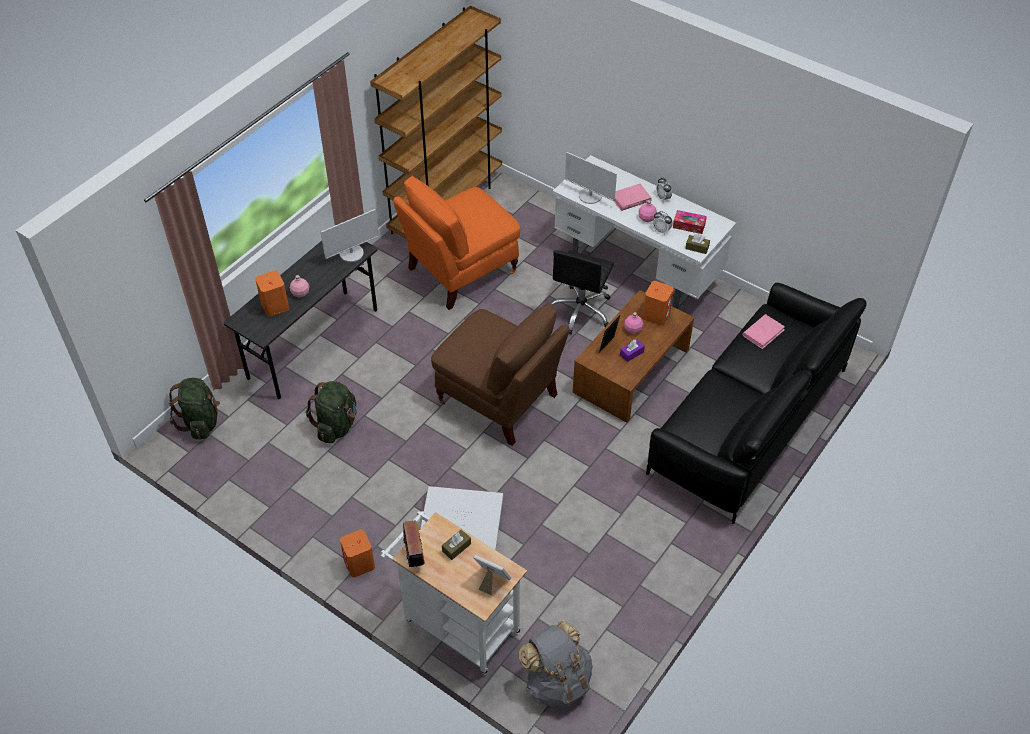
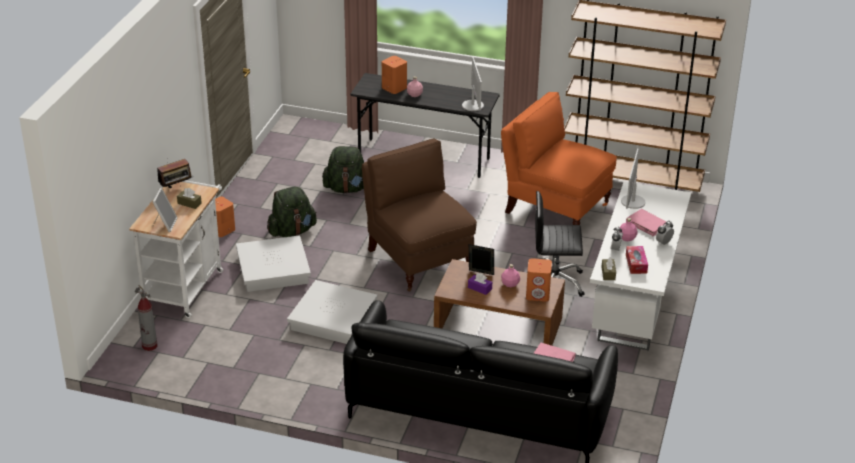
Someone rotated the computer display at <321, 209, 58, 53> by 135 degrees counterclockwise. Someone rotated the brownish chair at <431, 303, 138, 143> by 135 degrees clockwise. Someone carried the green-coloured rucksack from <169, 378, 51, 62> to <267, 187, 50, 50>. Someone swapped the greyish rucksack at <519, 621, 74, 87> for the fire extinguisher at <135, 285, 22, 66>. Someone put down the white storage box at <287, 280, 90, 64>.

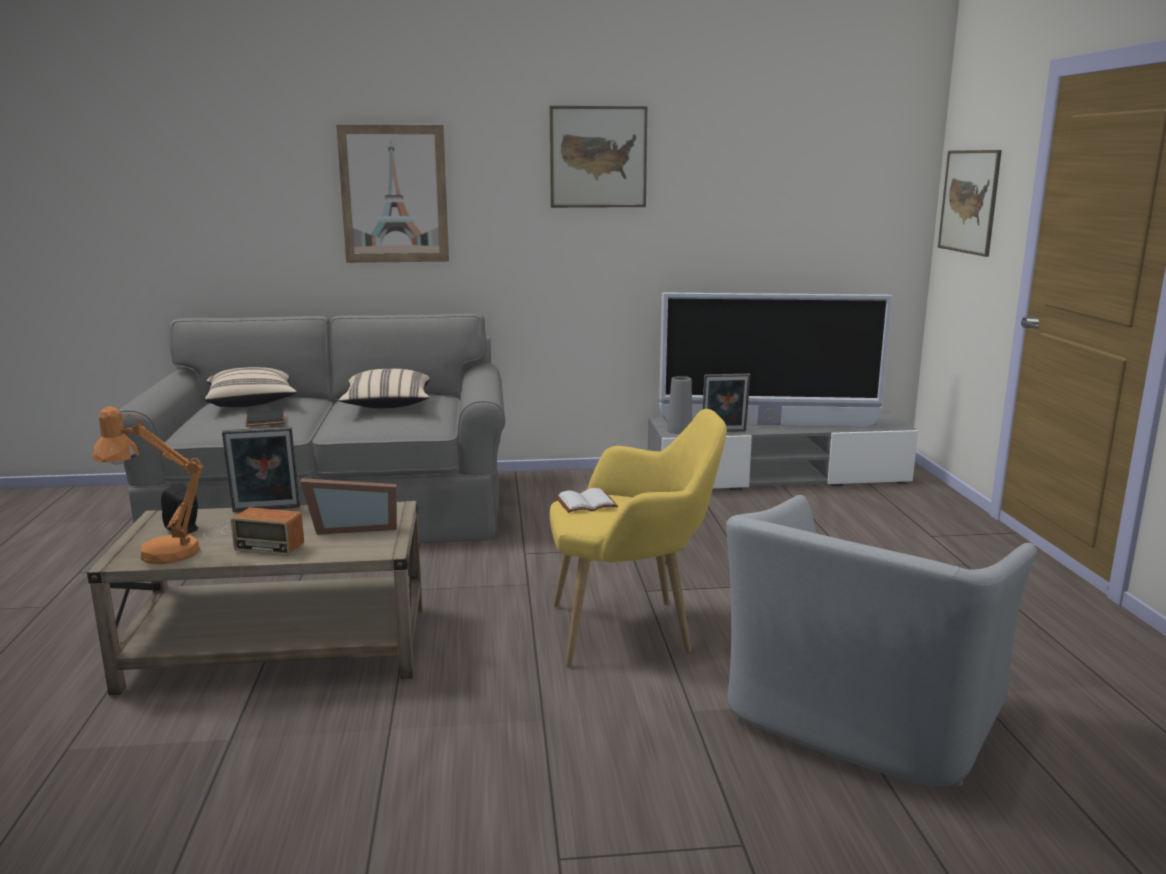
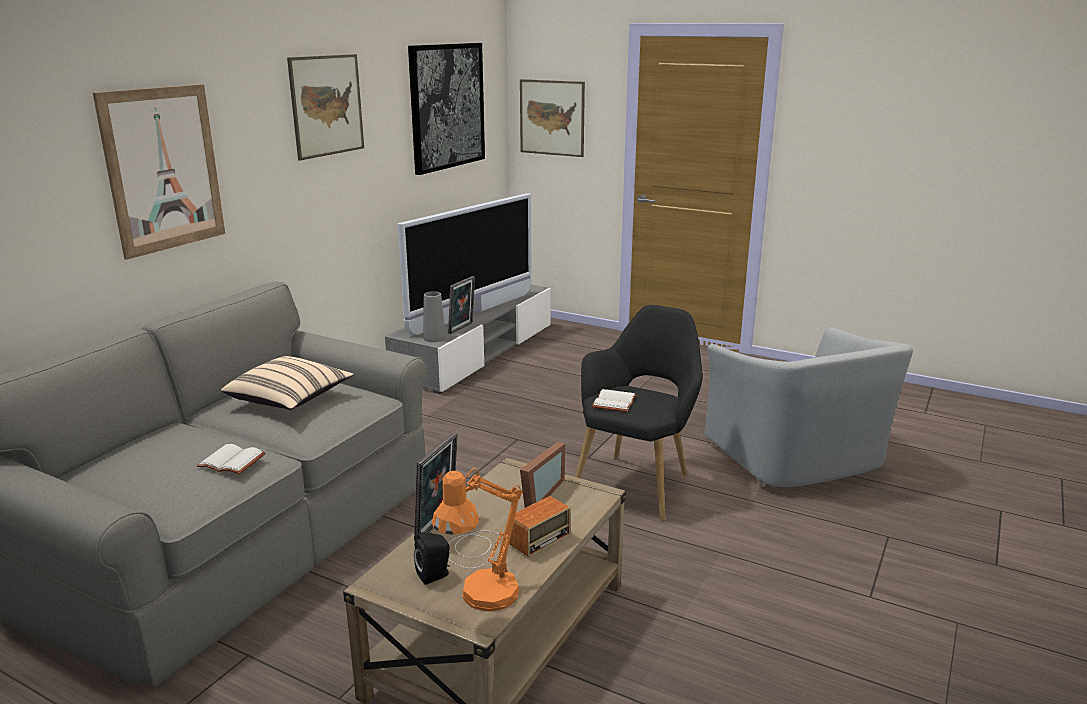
Someone took away the sand-coloured throw pillow at <205, 367, 92, 40>. Someone repainted the yellow-coloured easy chair at <550, 409, 177, 258>, which became the black-coloured easy chair at <575, 305, 128, 216>. Someone repainted the black-coloured bound book at <246, 410, 39, 17>, which became the white bound book at <197, 444, 69, 30>. Someone put up the wall picture at <408, 43, 77, 132>.

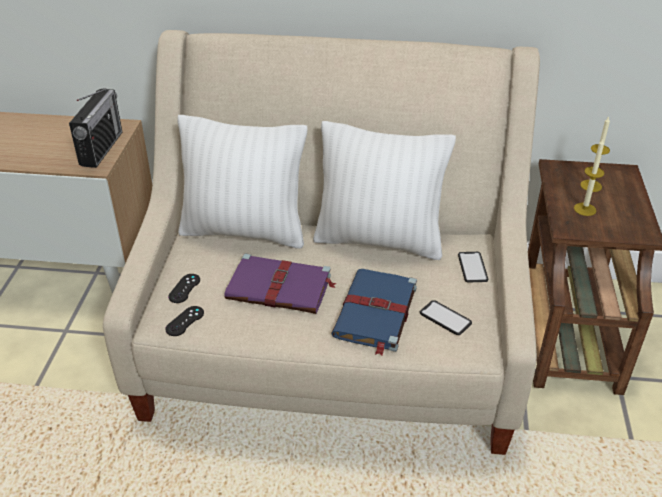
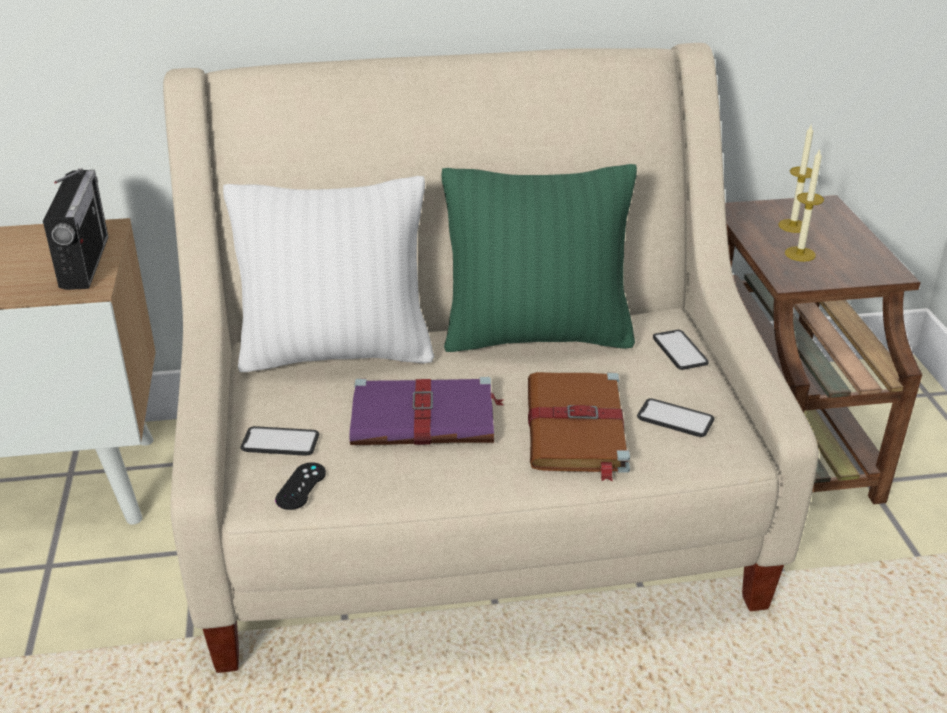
Someone repainted the white throw pillow at <313, 121, 143, 139>, which became the green-coloured throw pillow at <441, 164, 196, 188>. Someone repainted the blue bound book at <331, 269, 86, 87>, which became the brownish bound book at <528, 372, 102, 110>. Someone swapped the black-coloured game controller at <168, 274, 32, 29> for the handset at <240, 426, 79, 30>.

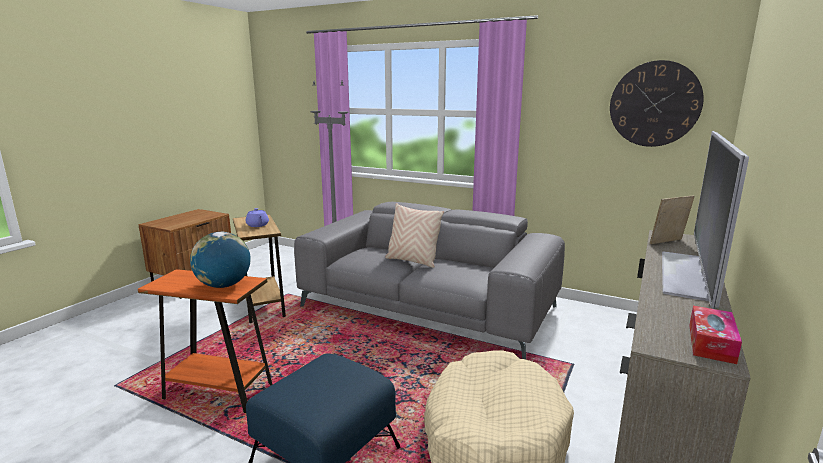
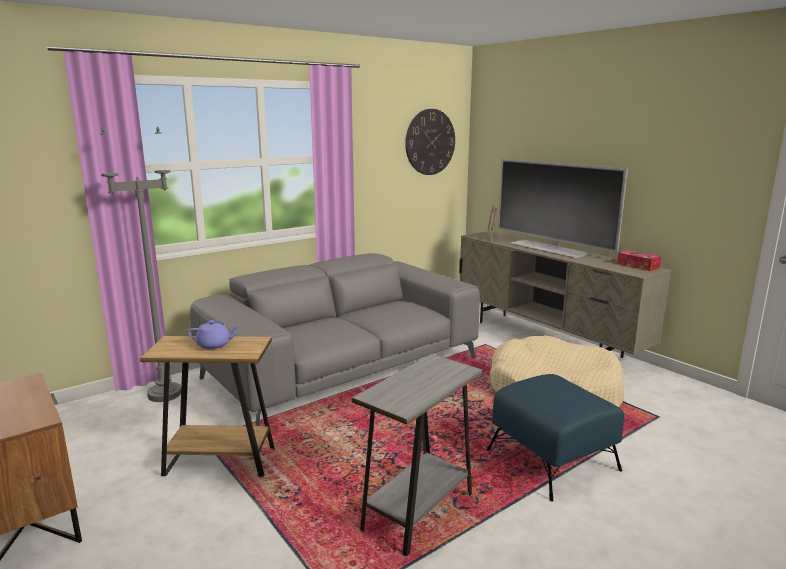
Someone took away the sand-coloured throw pillow at <385, 203, 59, 65>. Someone took away the desk globe at <190, 232, 61, 56>. Someone repainted the orange accent table at <138, 269, 135, 144>, which became the greyish accent table at <352, 354, 130, 203>.

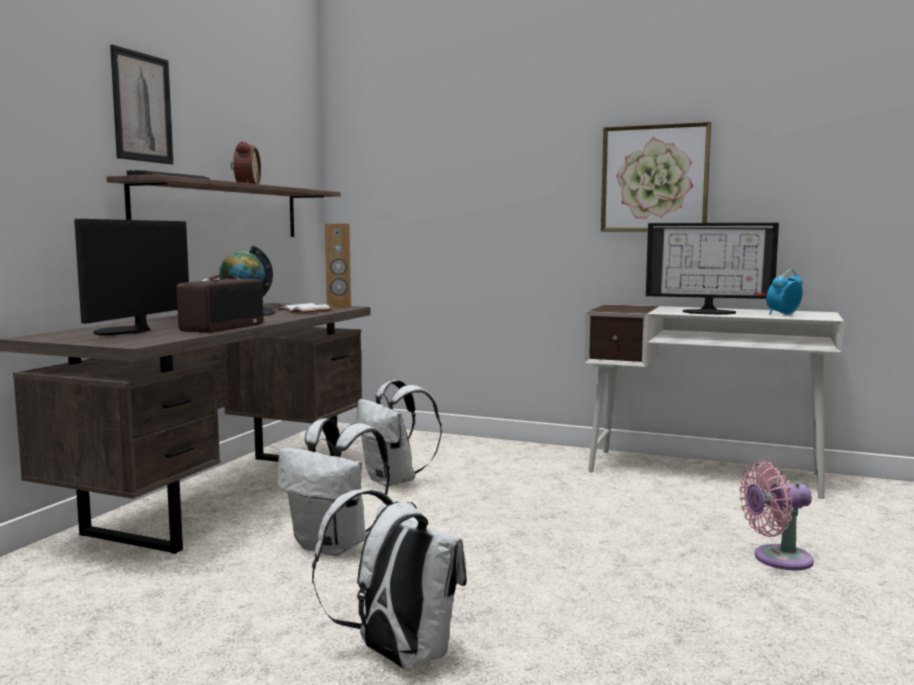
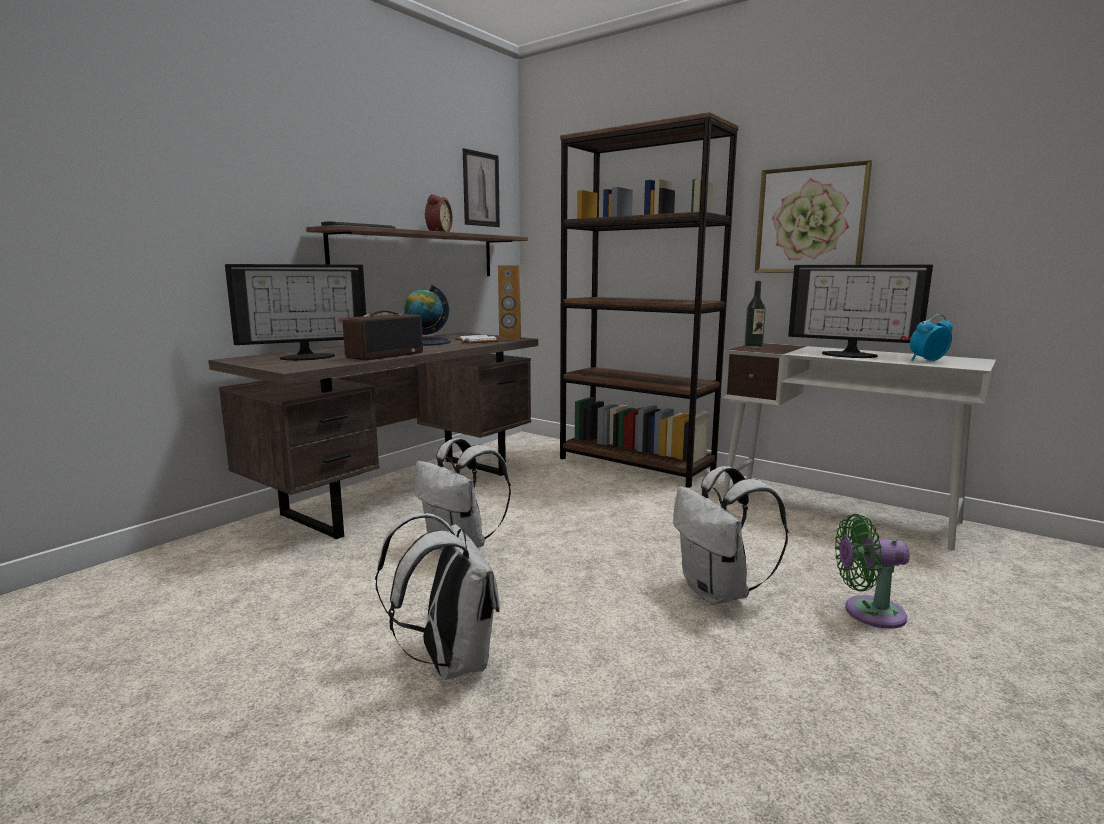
Someone carried the wall picture from <110, 45, 63, 119> to <463, 148, 37, 79>. Someone rotated the computer display at <74, 219, 115, 116> by 150 degrees counterclockwise. Someone carried the white rucksack from <356, 380, 86, 107> to <673, 466, 115, 139>. Someone repainted the pinkish electric fan at <739, 461, 75, 109>, which became the green-coloured electric fan at <835, 514, 75, 115>. Someone put down the brownish shelving unit at <560, 112, 179, 376>. Someone put down the drink bottle at <744, 281, 22, 68>.

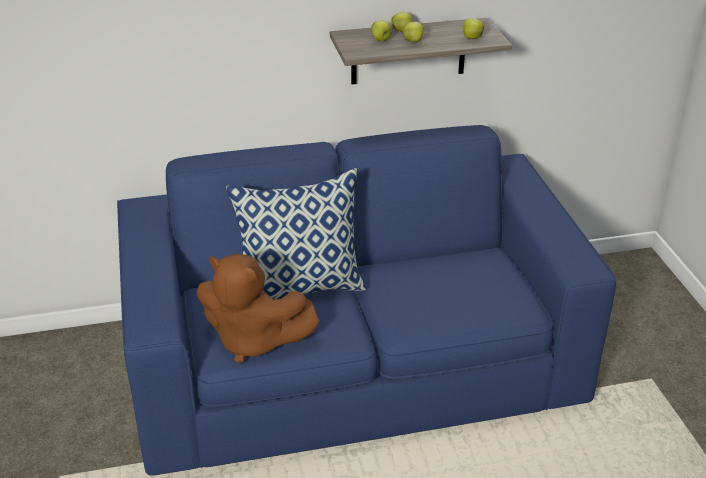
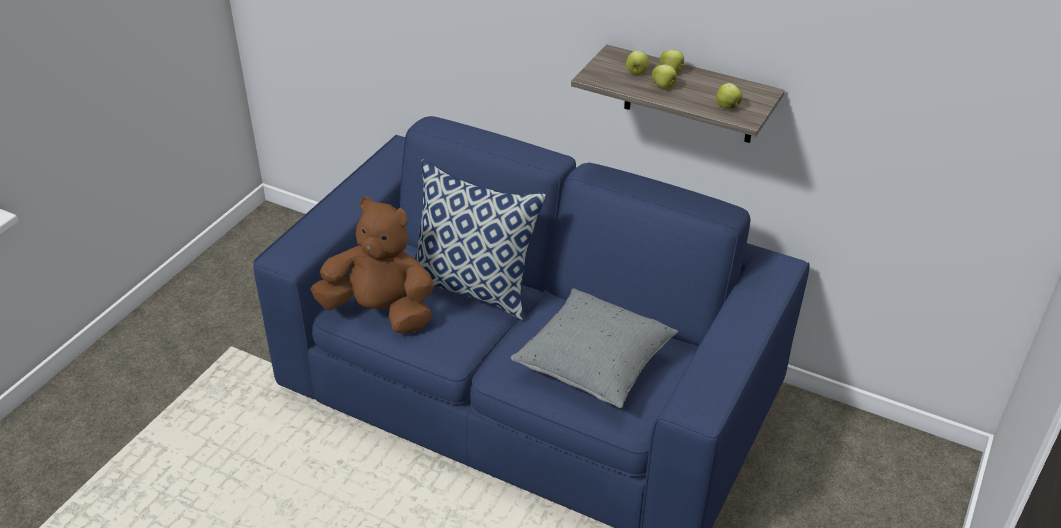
Someone rotated the brownish cuddly toy at <197, 254, 123, 109> by 135 degrees clockwise. Someone put down the greyish throw pillow at <510, 288, 168, 120>.

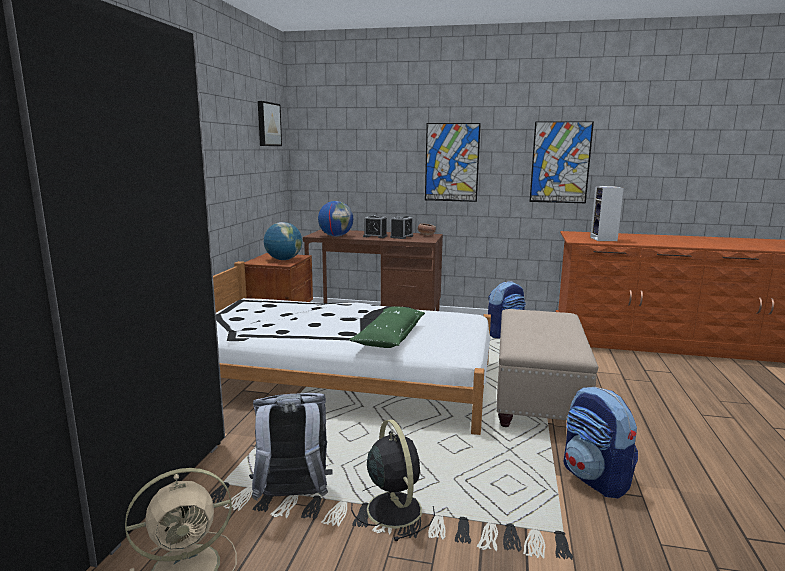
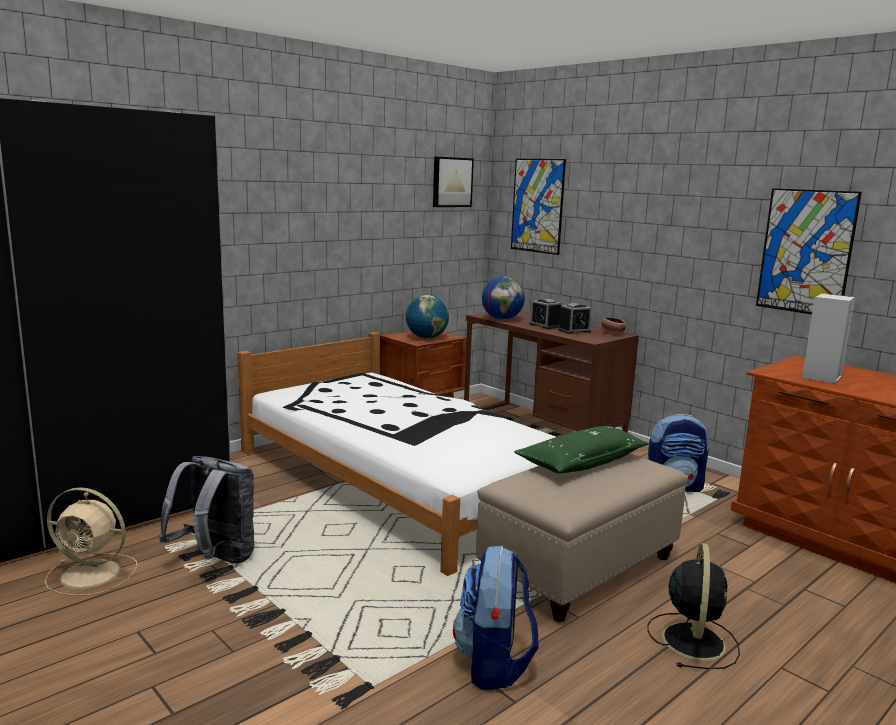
Someone carried the wall picture from <425, 123, 56, 79> to <511, 159, 55, 96>. Someone carried the green-coloured throw pillow from <349, 306, 76, 42> to <514, 426, 135, 47>. Someone carried the black-coloured electric fan from <351, 419, 84, 122> to <648, 543, 92, 126>.

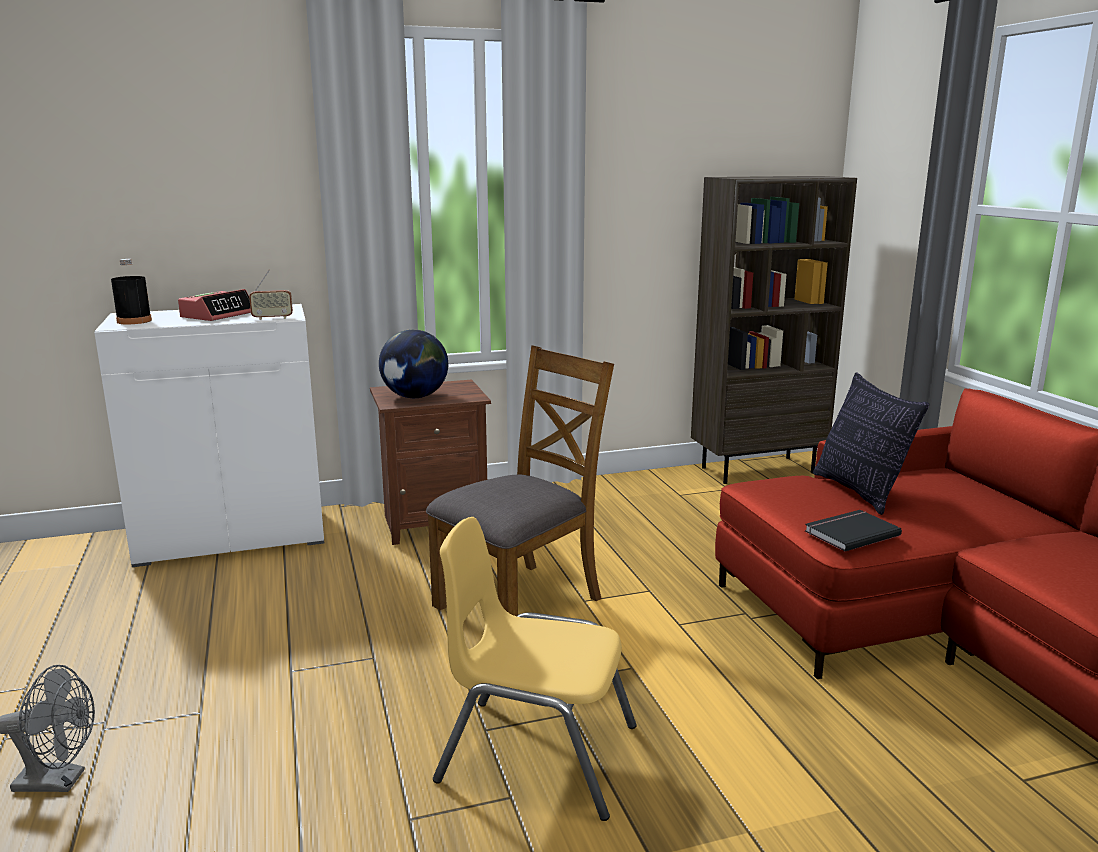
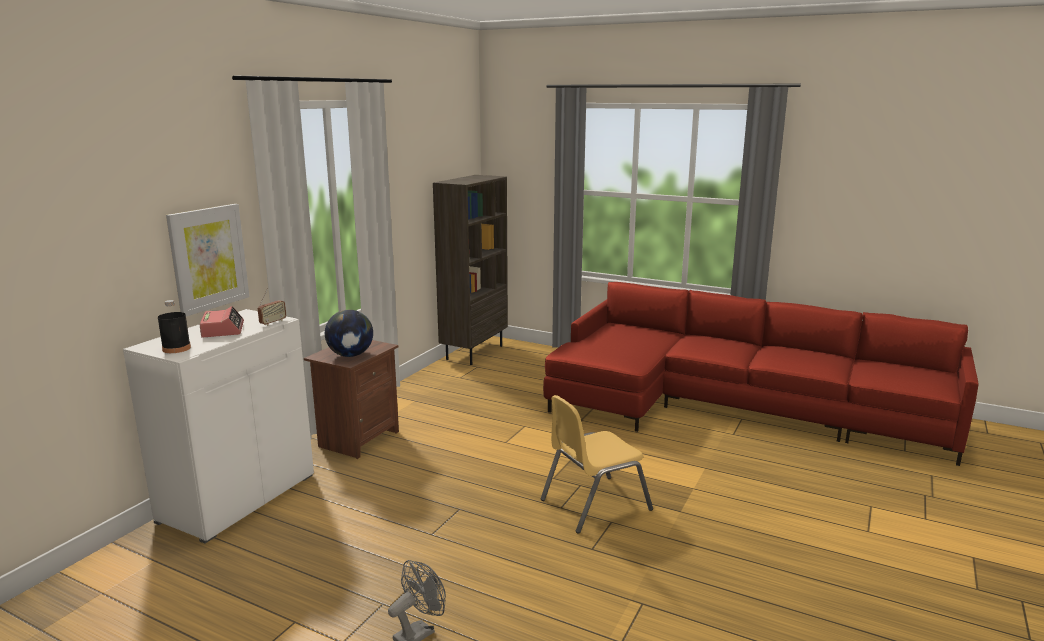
Someone took away the brownish chair at <426, 345, 188, 271>. Someone took away the throw pillow at <813, 372, 116, 143>. Someone took away the black-coloured bound book at <805, 510, 97, 42>. Someone put up the wall picture at <166, 204, 84, 112>.

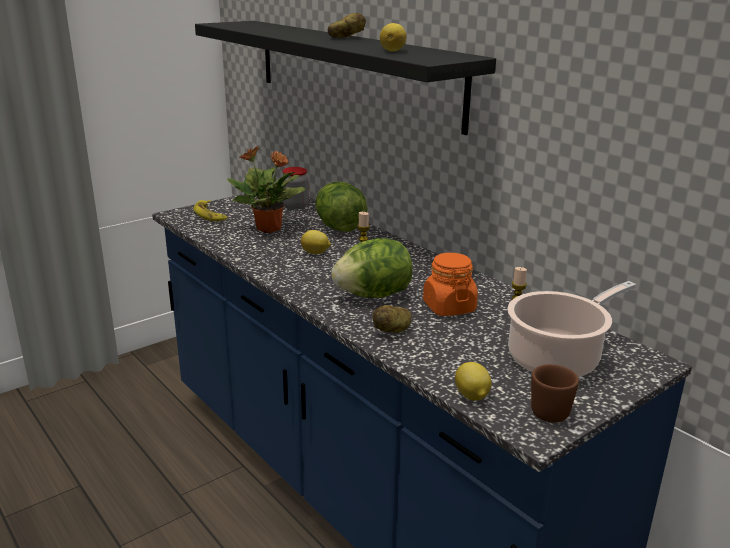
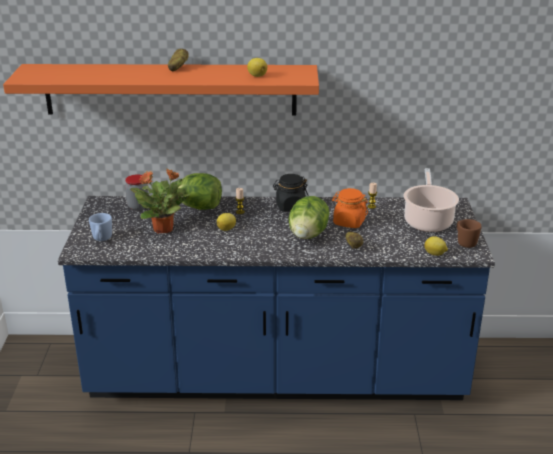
Someone repainted the black-coloured bracket shelf at <195, 21, 301, 114>, which became the orange bracket shelf at <3, 64, 316, 51>. Someone swapped the banana at <193, 200, 34, 21> for the blue tea mug at <89, 213, 23, 28>. Someone put down the black-coloured preserve jar at <273, 174, 35, 38>.

